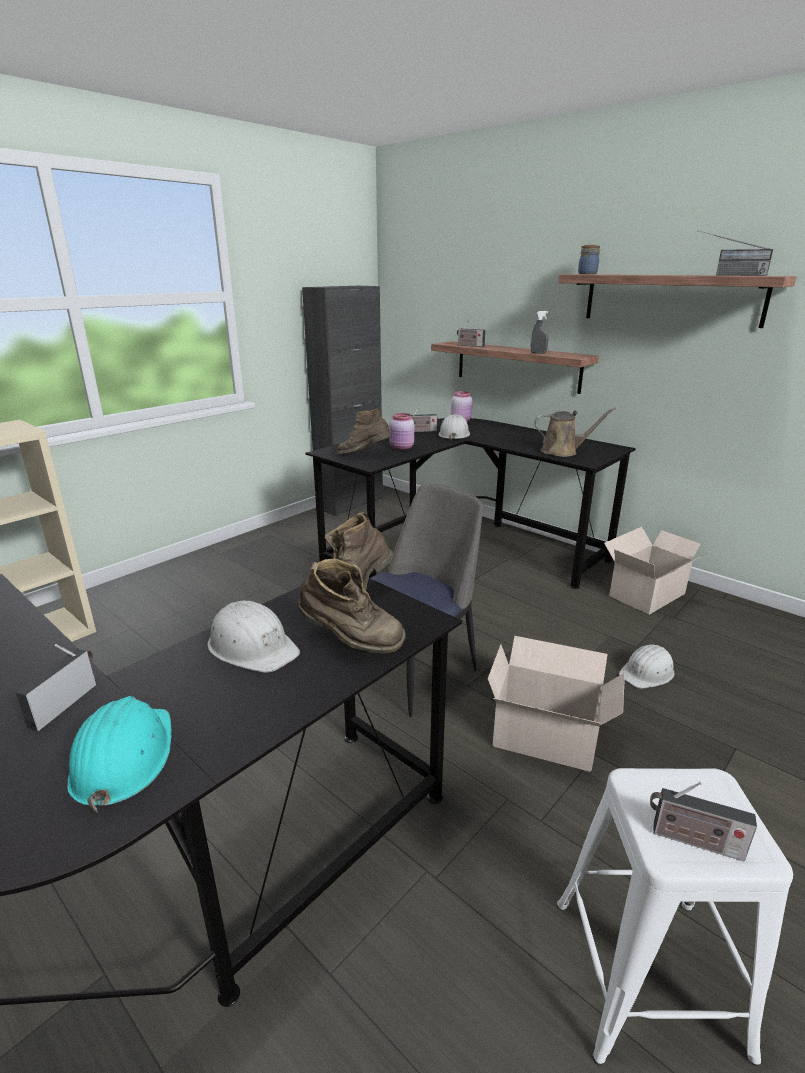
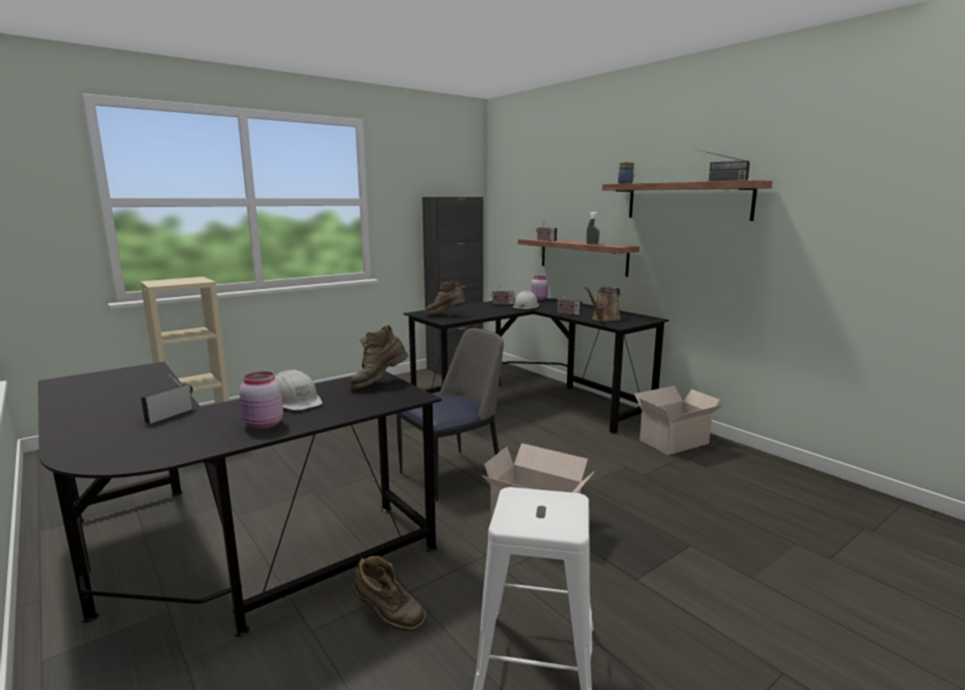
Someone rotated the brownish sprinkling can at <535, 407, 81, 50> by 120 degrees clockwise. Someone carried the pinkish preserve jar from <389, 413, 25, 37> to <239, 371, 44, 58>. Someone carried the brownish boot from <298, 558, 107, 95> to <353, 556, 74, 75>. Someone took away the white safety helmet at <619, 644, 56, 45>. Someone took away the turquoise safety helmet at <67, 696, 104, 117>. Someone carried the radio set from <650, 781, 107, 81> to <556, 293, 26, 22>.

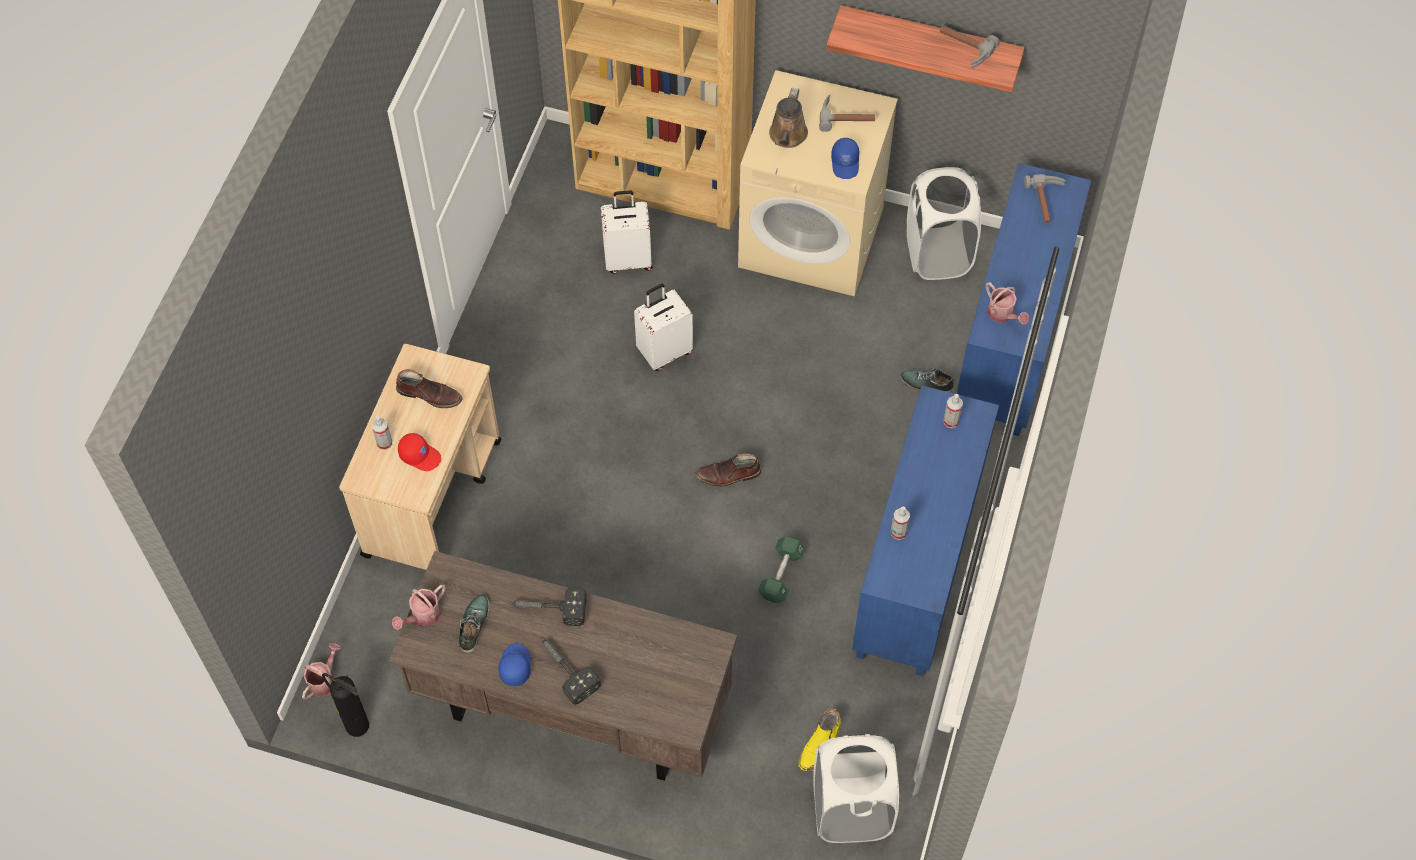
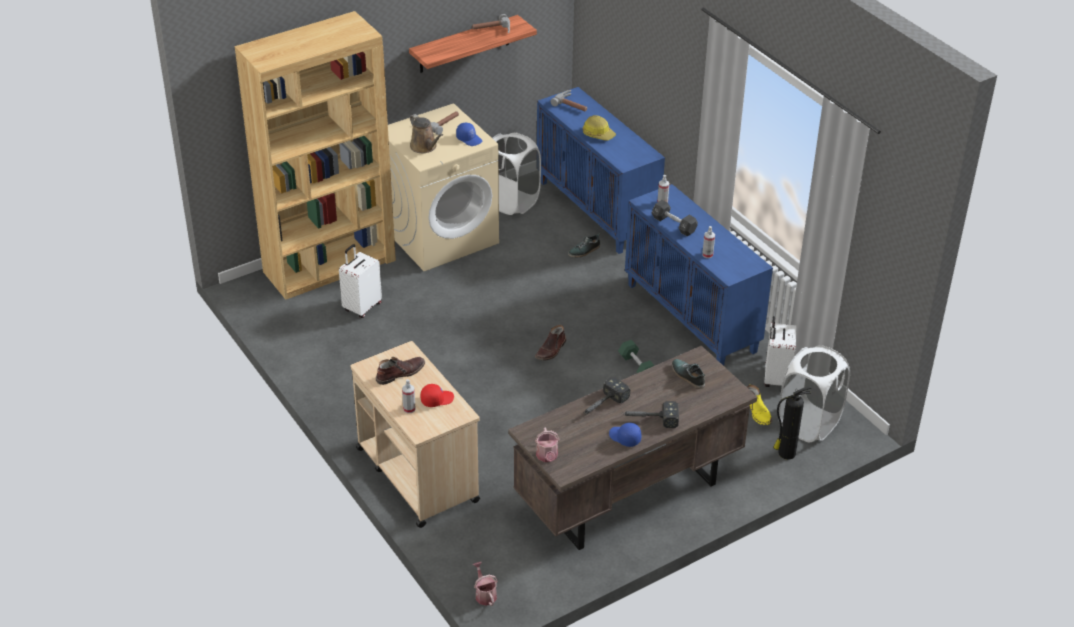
Someone took away the sprinkling can at <986, 282, 43, 42>. Someone carried the white travel case from <634, 284, 59, 87> to <764, 316, 32, 71>. Someone carried the shoe from <459, 595, 31, 58> to <672, 359, 33, 30>. Someone carried the fire extinguisher from <322, 673, 47, 64> to <773, 386, 39, 74>. Someone put down the safety helmet at <583, 115, 33, 25>. Someone put down the black-coloured hand weight at <652, 200, 46, 36>.

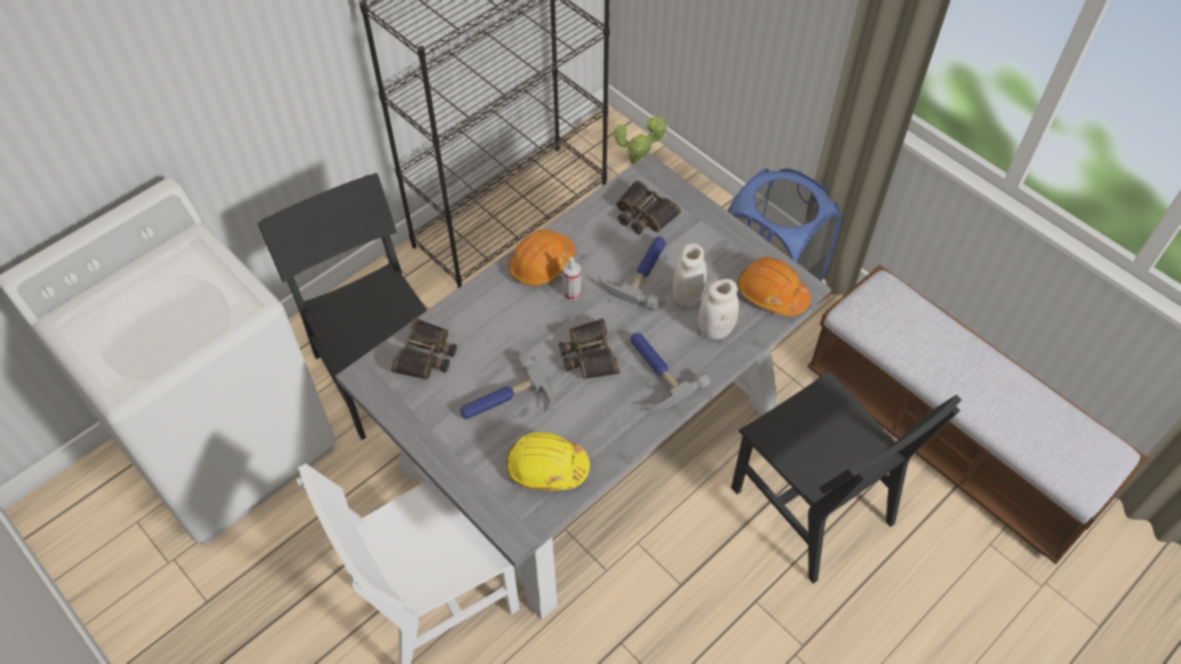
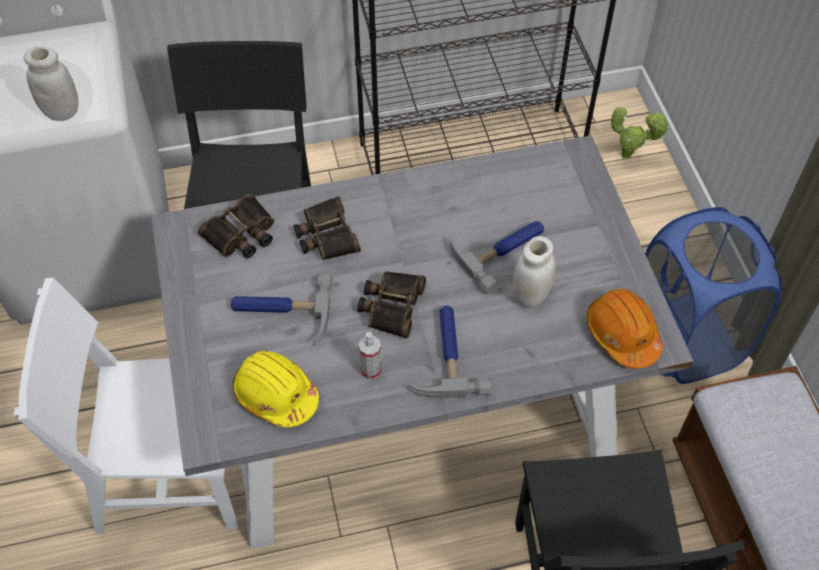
Someone carried the binoculars from <616, 181, 65, 53> to <293, 196, 68, 64>. Someone took away the orange safety helmet at <508, 229, 68, 57>. Someone carried the sprayer from <563, 257, 18, 44> to <359, 332, 23, 47>. Someone carried the white preserve jar from <699, 279, 40, 61> to <24, 47, 54, 74>.

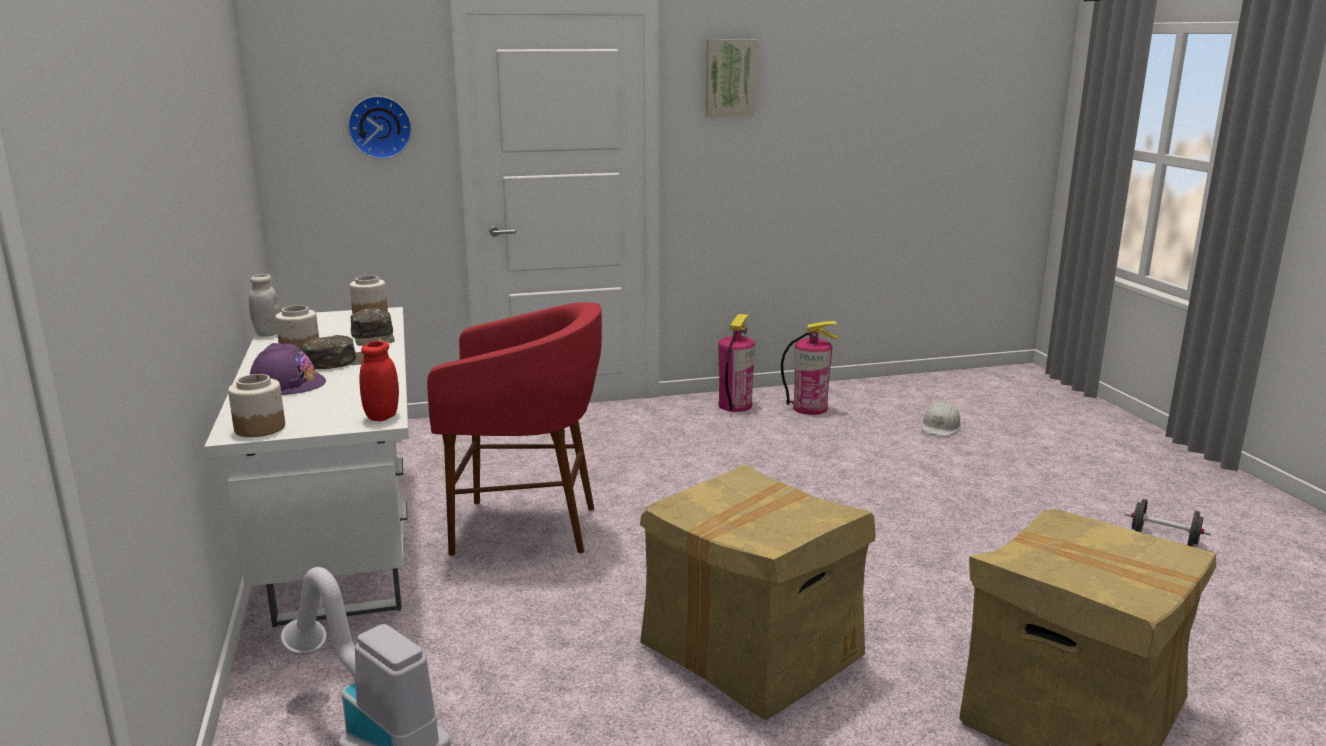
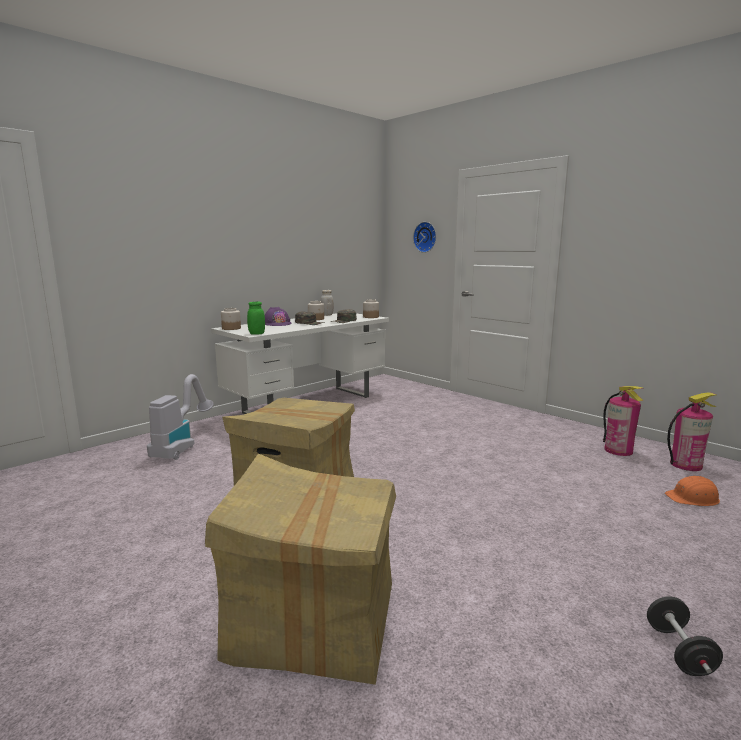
Someone took away the wall picture at <705, 40, 52, 77>. Someone took away the red stool at <427, 302, 175, 254>. Someone carried the fire extinguisher from <718, 314, 38, 98> to <667, 392, 49, 79>. Someone repainted the red preserve jar at <359, 341, 40, 80>, which became the green-coloured preserve jar at <247, 302, 18, 33>. Someone repainted the white safety helmet at <922, 401, 40, 35>, which became the orange safety helmet at <665, 476, 55, 30>.

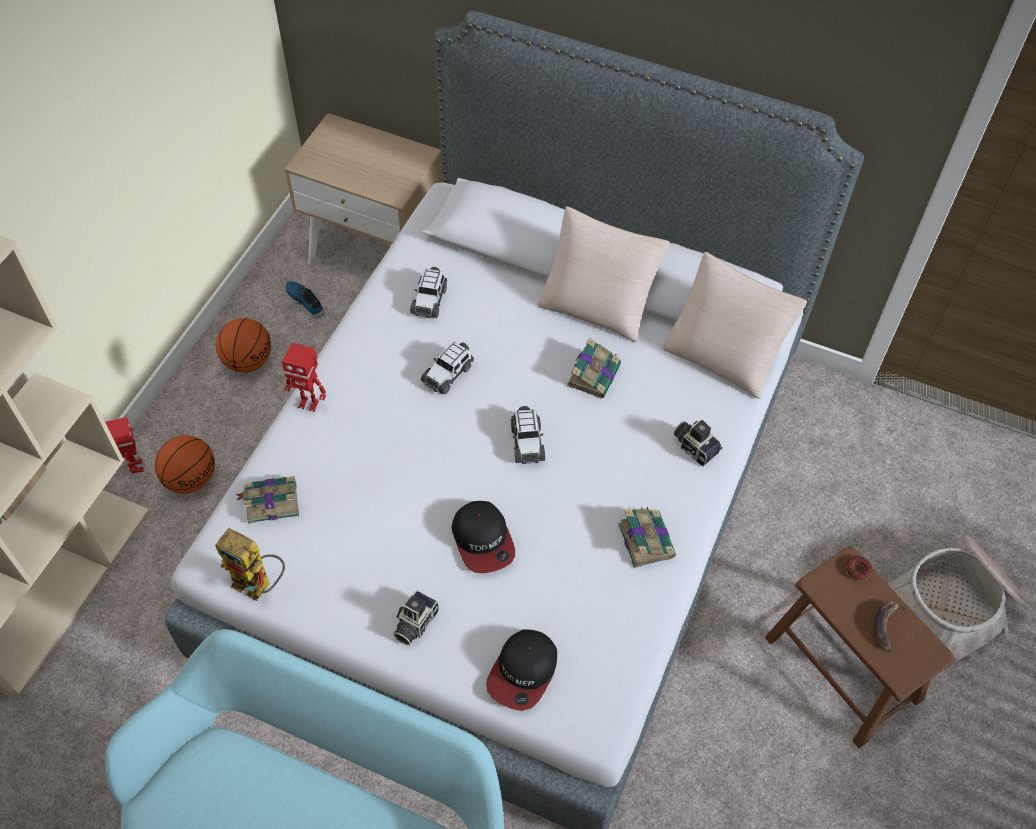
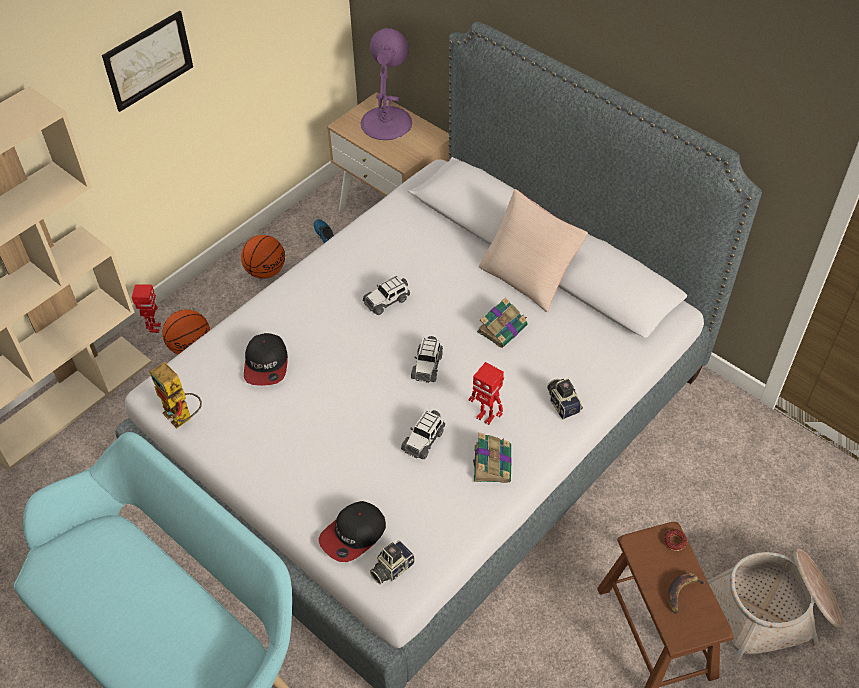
Someone took away the sand-coloured throw pillow at <662, 252, 145, 147>. Someone carried the miniature car from <410, 267, 37, 51> to <401, 410, 44, 49>. Someone carried the model robot from <282, 343, 44, 69> to <469, 362, 35, 63>. Someone took away the bound book at <236, 476, 63, 48>. Someone carried the cap from <452, 501, 63, 72> to <244, 333, 44, 53>. Someone carried the still camera from <393, 591, 46, 54> to <370, 541, 45, 43>. Someone put up the wall picture at <102, 11, 91, 101>. Someone put down the purplish table lamp at <361, 28, 51, 112>.

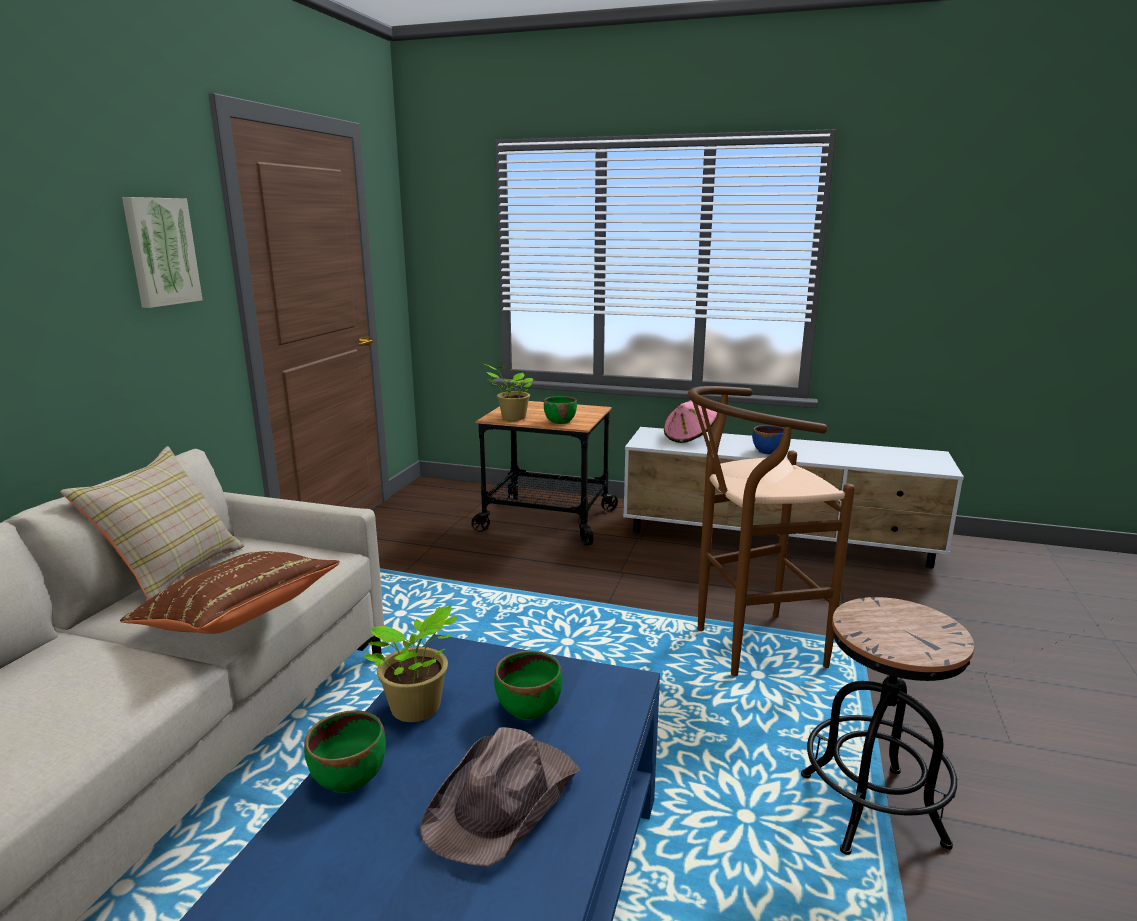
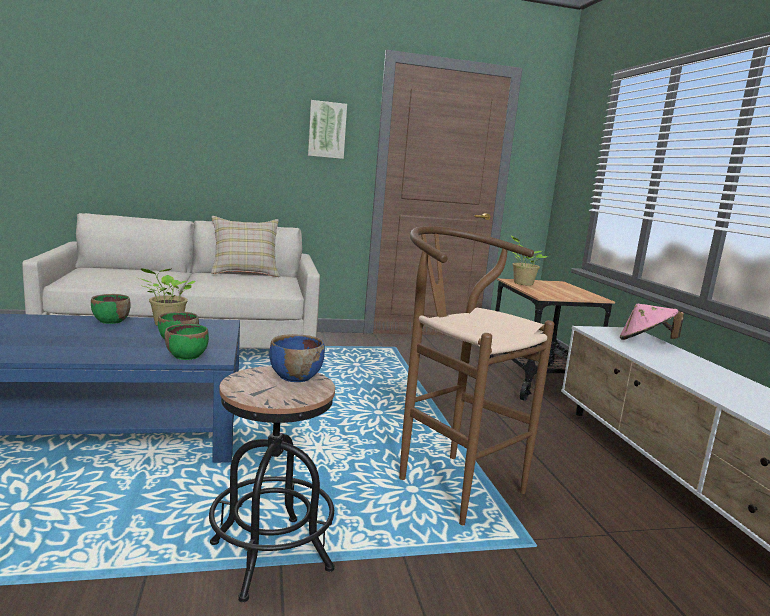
Someone carried the green-coloured deep dish from <544, 396, 33, 28> to <164, 324, 45, 36>. Someone carried the blue deep dish from <752, 425, 32, 30> to <269, 334, 56, 48>. Someone took away the brownish throw pillow at <120, 551, 220, 83>. Someone took away the brownish clothing hat at <420, 727, 160, 140>.

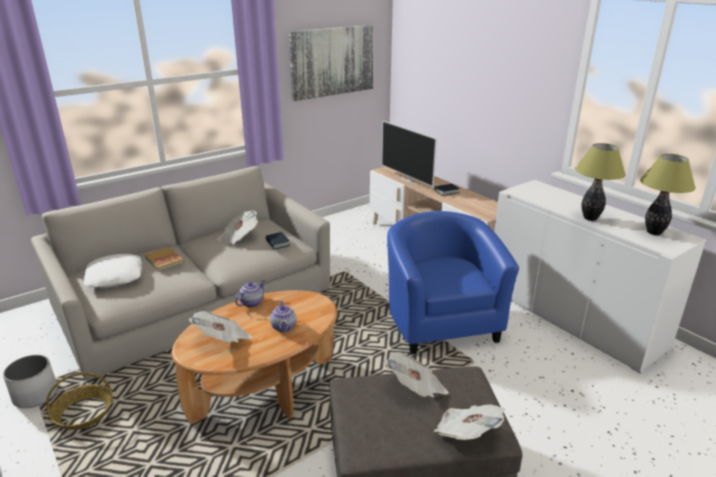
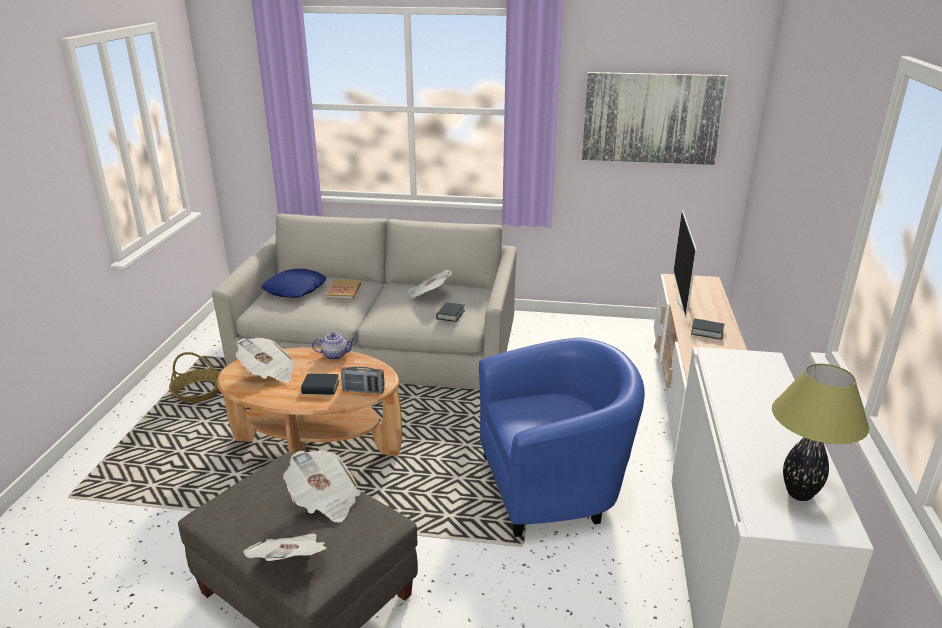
Someone took away the table lamp at <575, 143, 51, 78>. Someone rotated the blue easy chair at <387, 211, 132, 143> by 45 degrees clockwise. Someone repainted the white throw pillow at <84, 254, 58, 34>, which became the blue throw pillow at <262, 269, 64, 29>. Someone swapped the teapot at <270, 301, 26, 31> for the bound book at <301, 374, 38, 21>. Someone took away the white planter at <3, 355, 55, 53>. Someone put down the radio set at <341, 367, 43, 27>.

